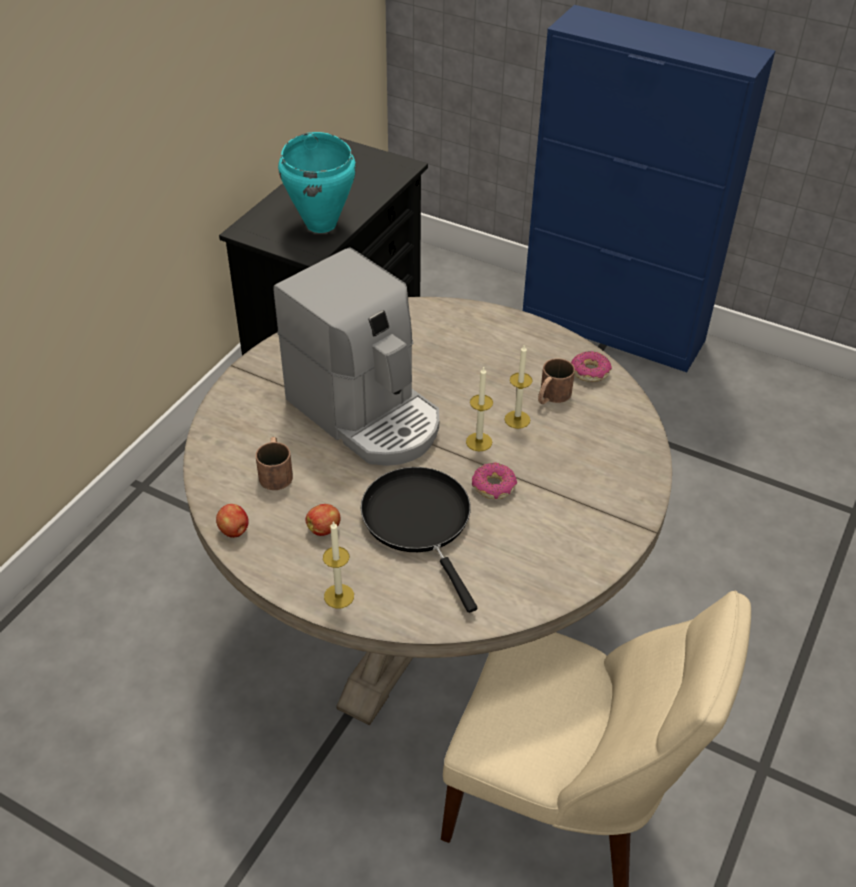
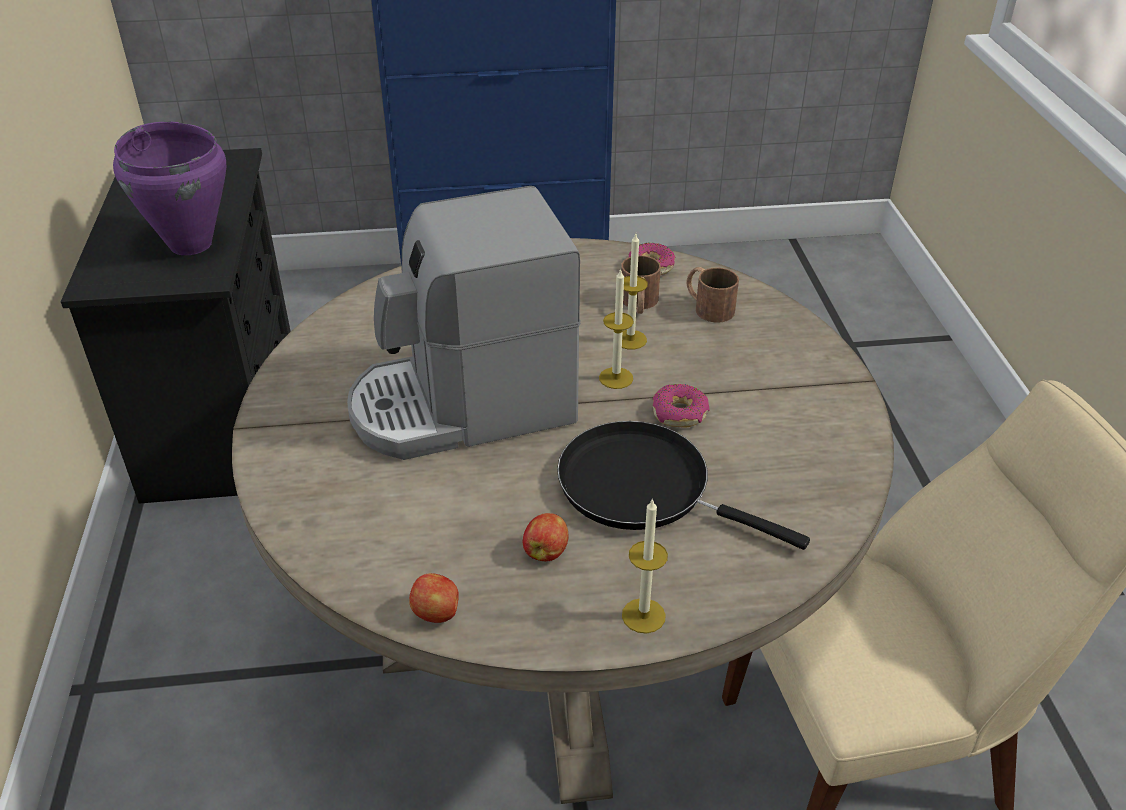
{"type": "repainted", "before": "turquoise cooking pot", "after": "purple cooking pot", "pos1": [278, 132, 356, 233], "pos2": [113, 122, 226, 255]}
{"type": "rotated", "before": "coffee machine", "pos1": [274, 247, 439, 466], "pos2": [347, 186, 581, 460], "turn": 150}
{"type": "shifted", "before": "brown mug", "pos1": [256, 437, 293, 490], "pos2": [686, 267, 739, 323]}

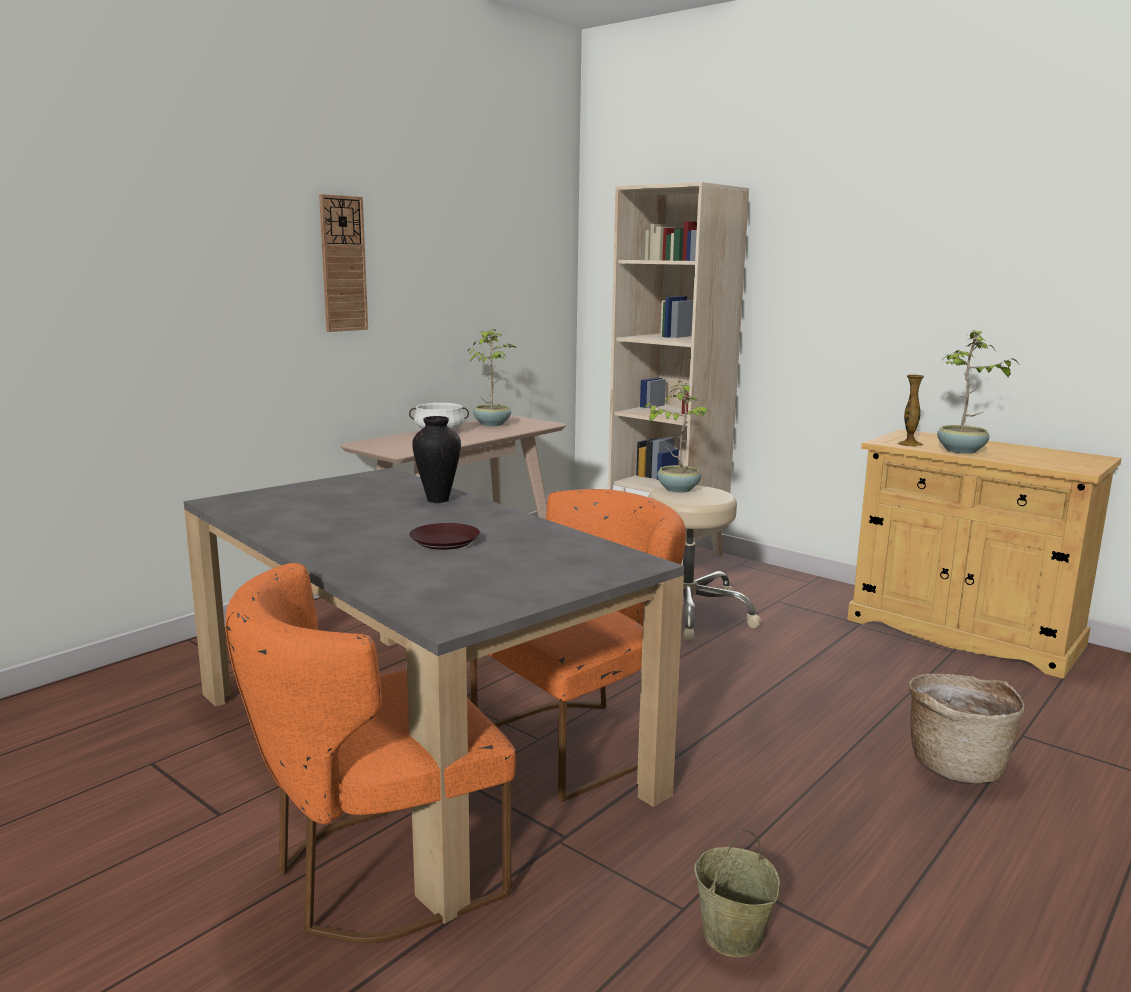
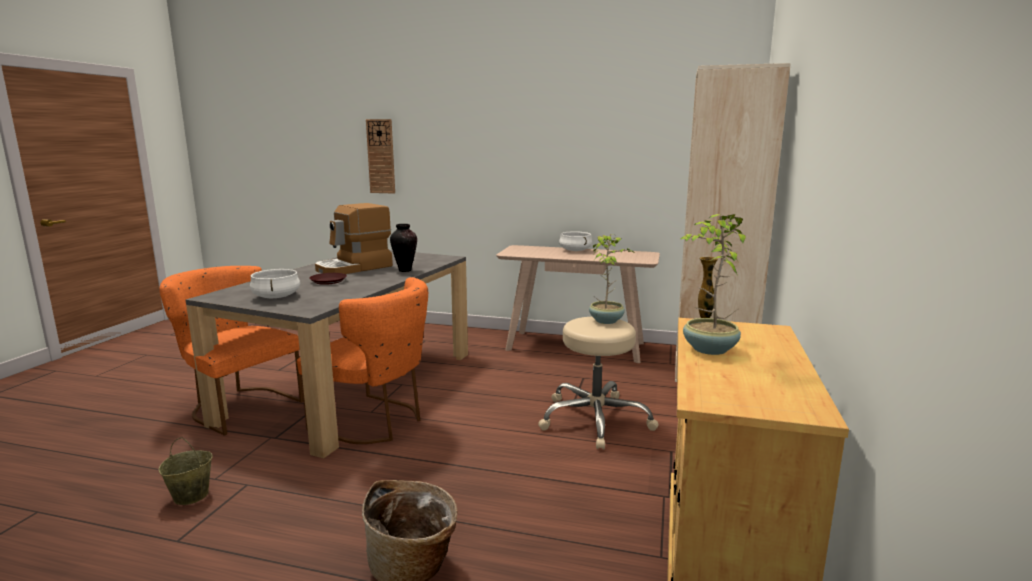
{"type": "new", "after": "white cooking pot", "pos2": [250, 269, 300, 298]}
{"type": "new", "after": "coffee machine", "pos2": [315, 203, 393, 274]}
{"type": "shifted", "before": "wall clock", "pos1": [319, 194, 368, 332], "pos2": [366, 119, 395, 194]}
{"type": "gone", "before": "potted plant", "pos1": [468, 329, 517, 426]}

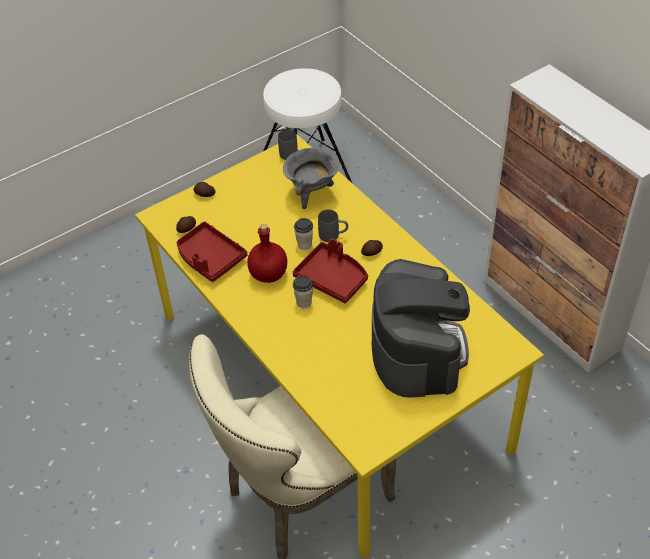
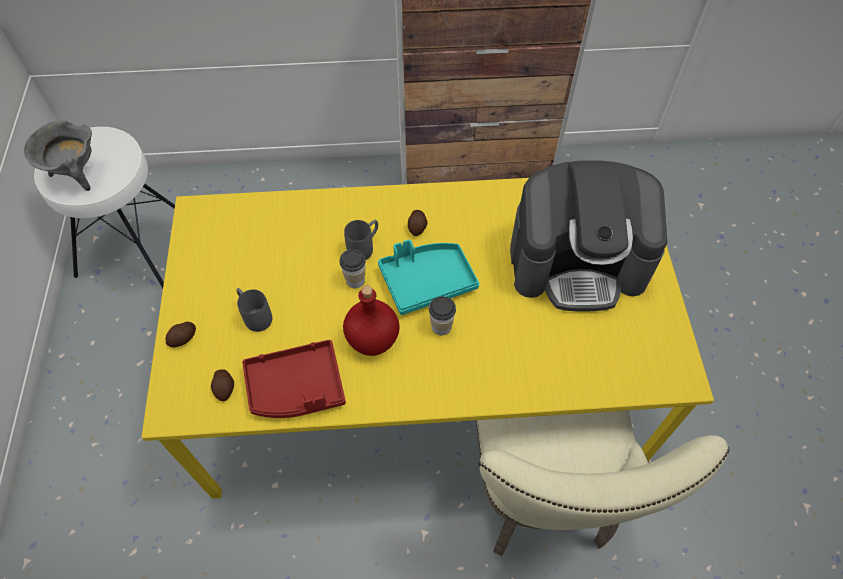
{"type": "shifted", "before": "grey cooking pot", "pos1": [283, 148, 338, 209], "pos2": [24, 120, 92, 191]}
{"type": "shifted", "before": "grey mug", "pos1": [278, 128, 298, 160], "pos2": [236, 288, 272, 332]}
{"type": "repainted", "before": "red tray", "after": "turquoise tray", "pos1": [293, 238, 368, 303], "pos2": [378, 239, 479, 315]}
{"type": "rotated", "before": "coffee machine", "pos1": [372, 259, 470, 398], "pos2": [510, 161, 667, 312], "turn": 150}

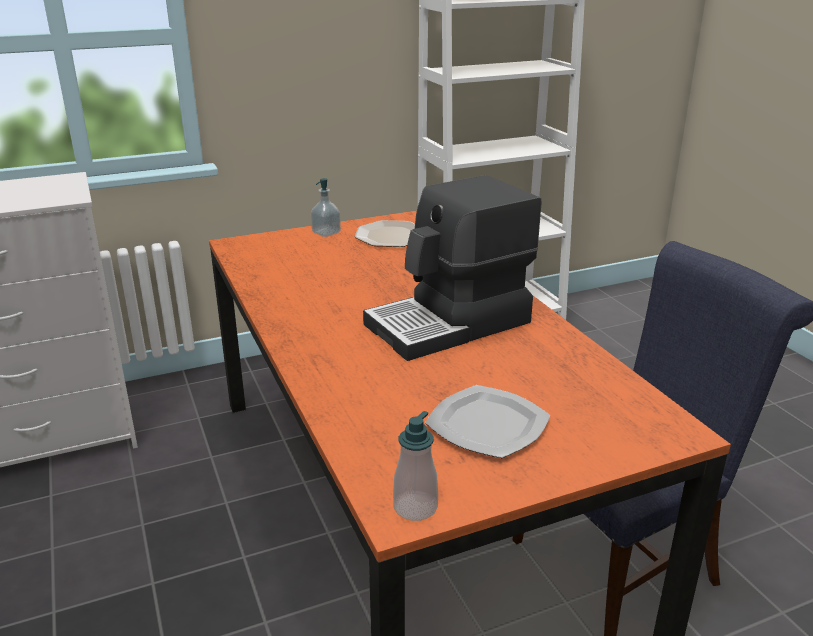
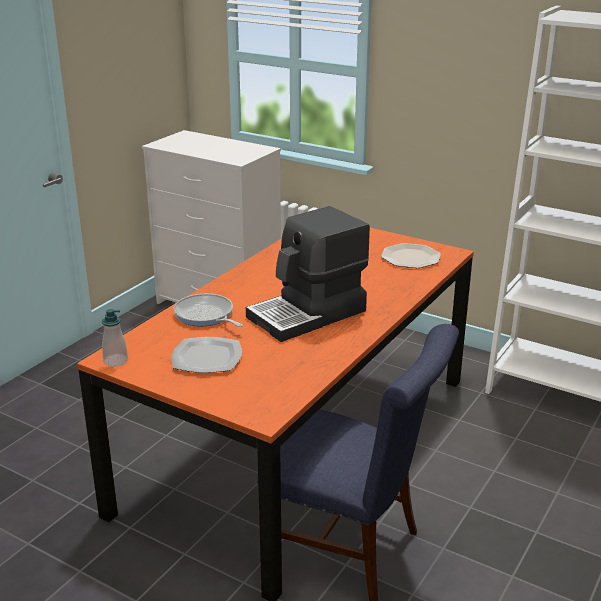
{"type": "new", "after": "frying pan", "pos2": [173, 294, 243, 327]}
{"type": "rotated", "before": "coffee machine", "pos1": [363, 175, 541, 361], "pos2": [246, 206, 370, 342], "turn": -60}
{"type": "gone", "before": "soap dispenser", "pos1": [311, 178, 341, 237]}

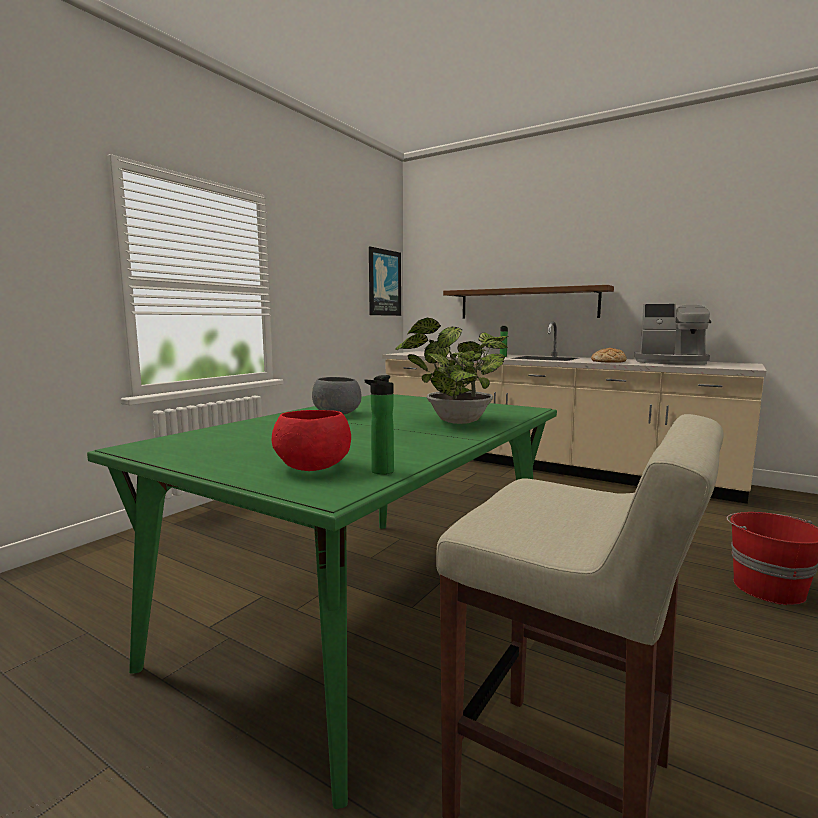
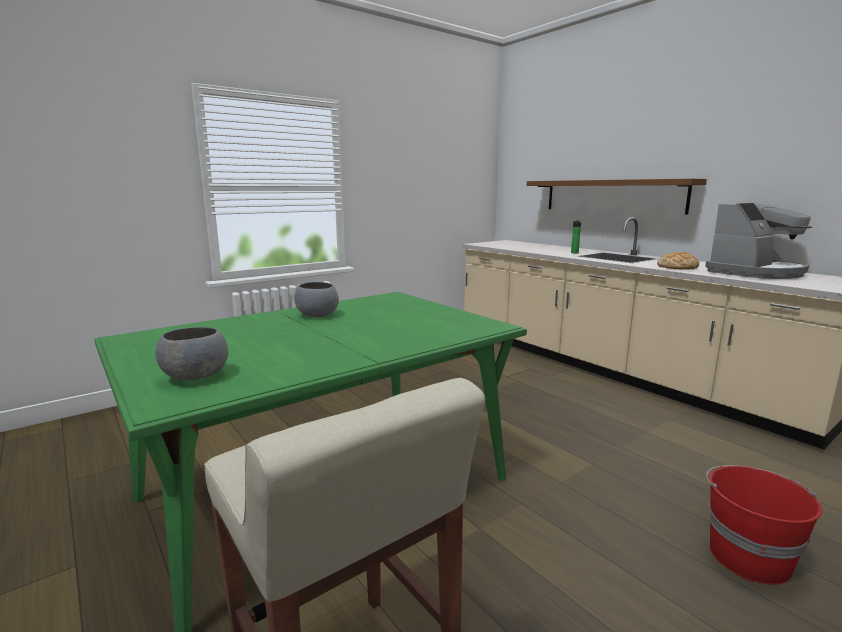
{"type": "repainted", "before": "red bowl", "after": "grey bowl", "pos1": [272, 410, 351, 471], "pos2": [156, 327, 228, 381]}
{"type": "rotated", "before": "coffee machine", "pos1": [634, 304, 711, 365], "pos2": [705, 203, 812, 279], "turn": -75}
{"type": "gone", "before": "bottle", "pos1": [365, 375, 394, 475]}
{"type": "gone", "before": "picture", "pos1": [369, 247, 401, 316]}
{"type": "gone", "before": "potted plant", "pos1": [395, 318, 508, 424]}

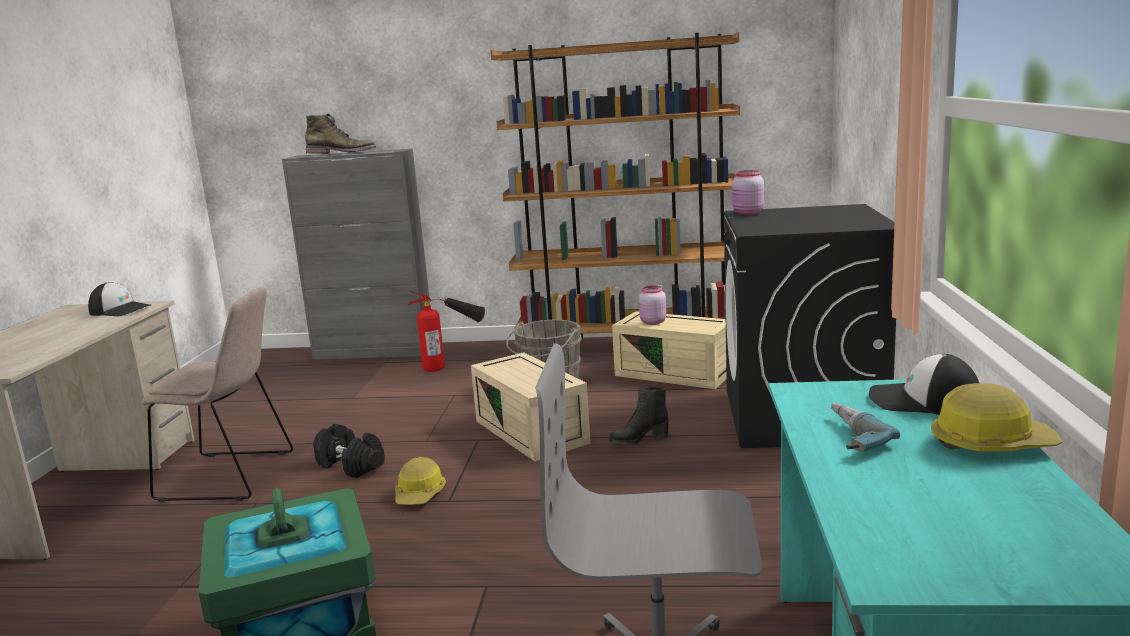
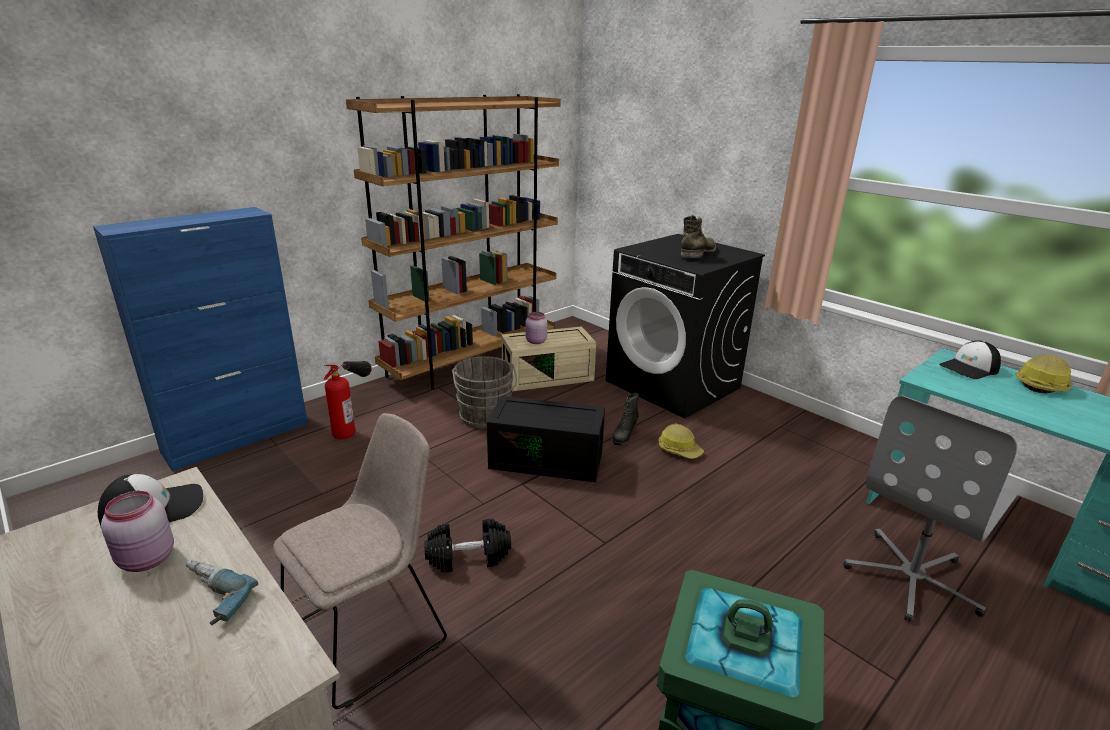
{"type": "repainted", "before": "grey cabinet", "after": "blue cabinet", "pos1": [282, 149, 430, 360], "pos2": [93, 207, 308, 471]}
{"type": "shifted", "before": "pink jar", "pos1": [732, 170, 764, 215], "pos2": [101, 491, 174, 572]}
{"type": "shifted", "before": "power drill", "pos1": [831, 403, 900, 452], "pos2": [186, 560, 258, 626]}
{"type": "repainted", "before": "beige storage box", "after": "black storage box", "pos1": [471, 352, 591, 461], "pos2": [487, 396, 605, 482]}
{"type": "shifted", "before": "hard hat", "pos1": [395, 457, 446, 505], "pos2": [658, 424, 704, 459]}
{"type": "shifted", "before": "green boot", "pos1": [305, 113, 376, 154], "pos2": [681, 215, 716, 258]}

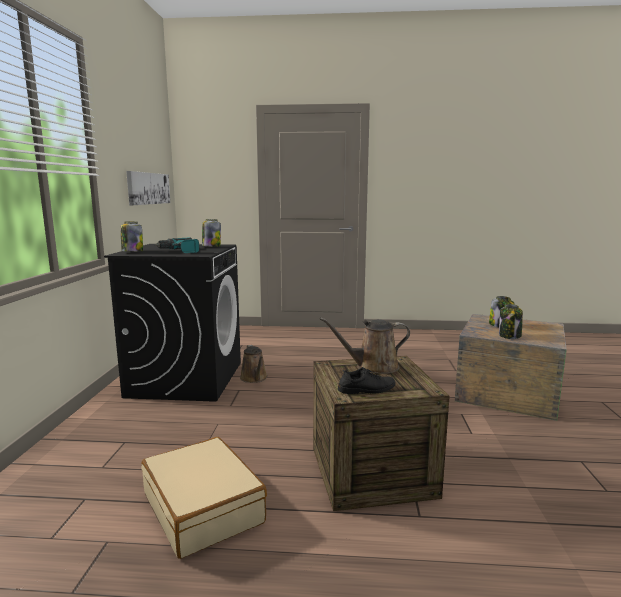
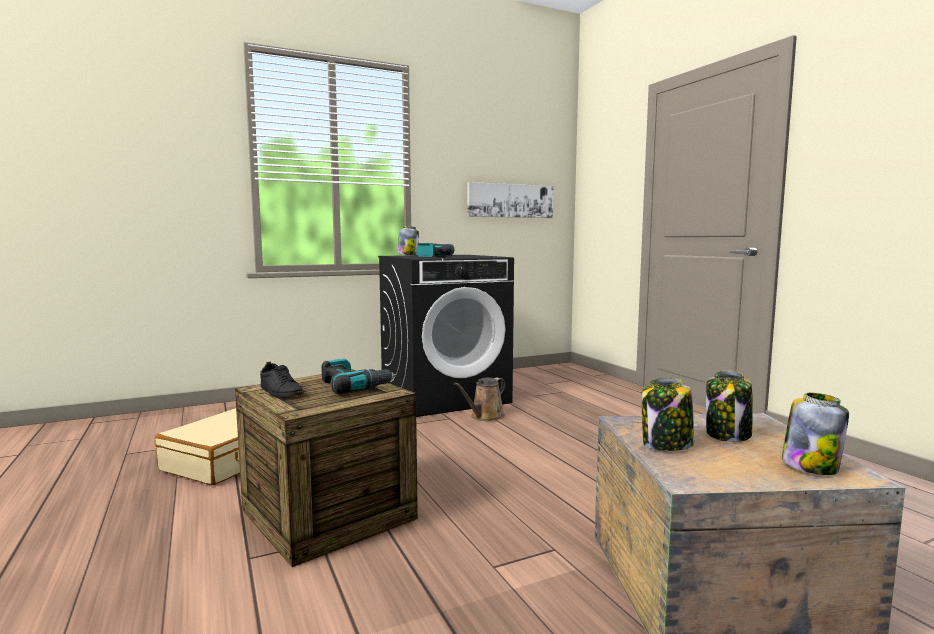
{"type": "swapped", "before": "brown watering can", "after": "power drill", "pos1": [320, 317, 410, 374], "pos2": [322, 359, 397, 394]}
{"type": "shifted", "before": "jar", "pos1": [202, 219, 221, 247], "pos2": [782, 393, 849, 475]}

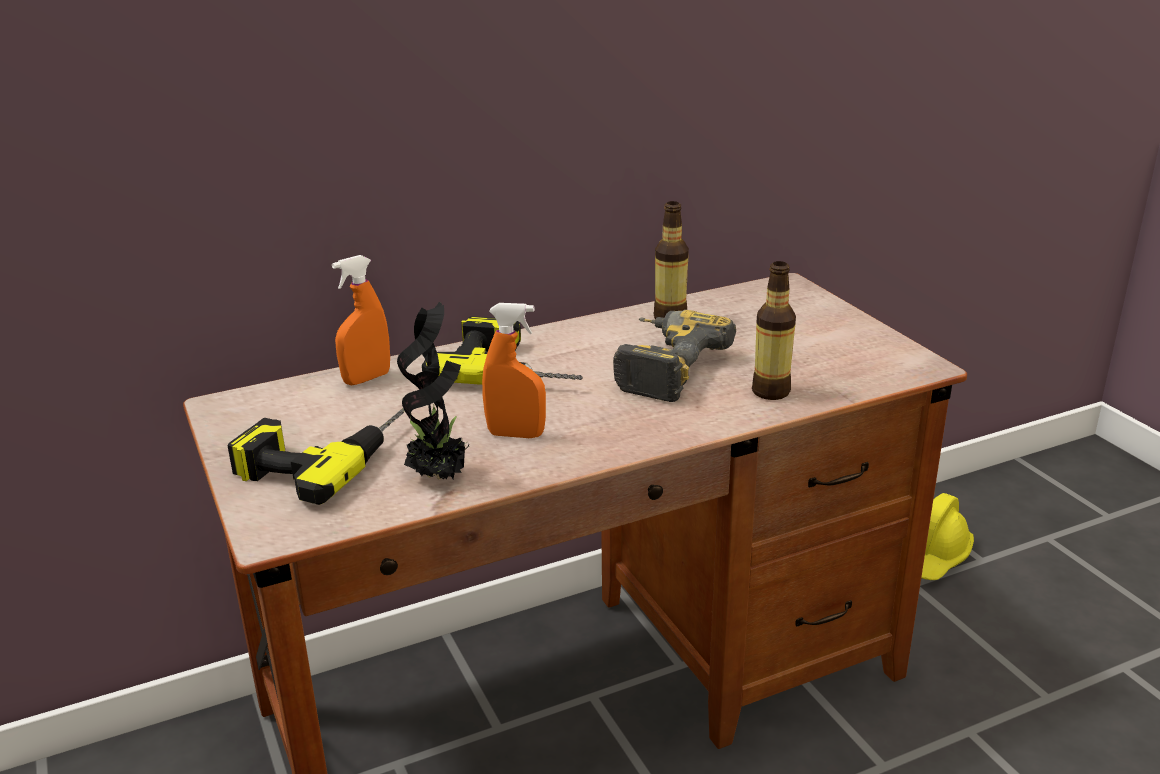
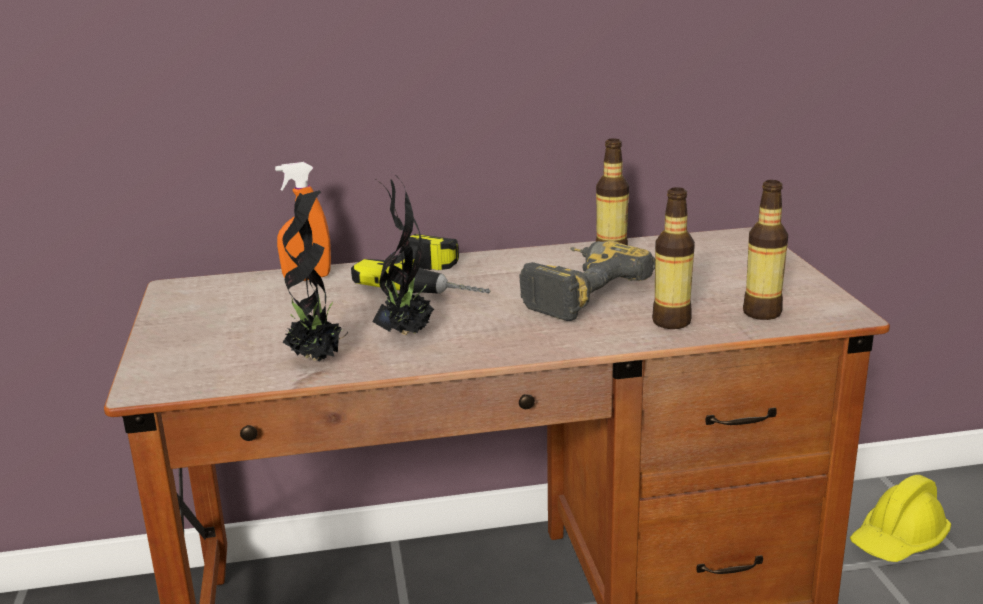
{"type": "swapped", "before": "orange spray bottle", "after": "potted plant", "pos1": [482, 303, 546, 438], "pos2": [372, 173, 434, 335]}
{"type": "new", "after": "bottle", "pos2": [743, 180, 788, 320]}
{"type": "gone", "before": "power drill", "pos1": [227, 408, 405, 505]}

